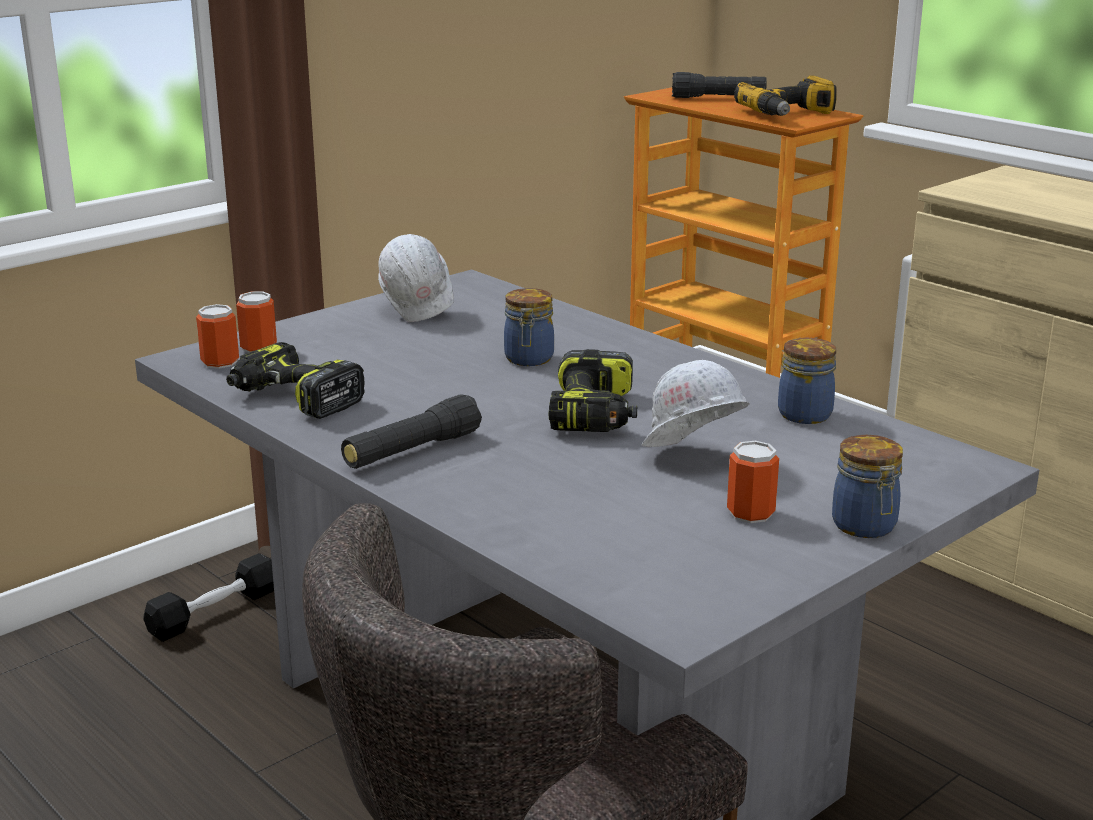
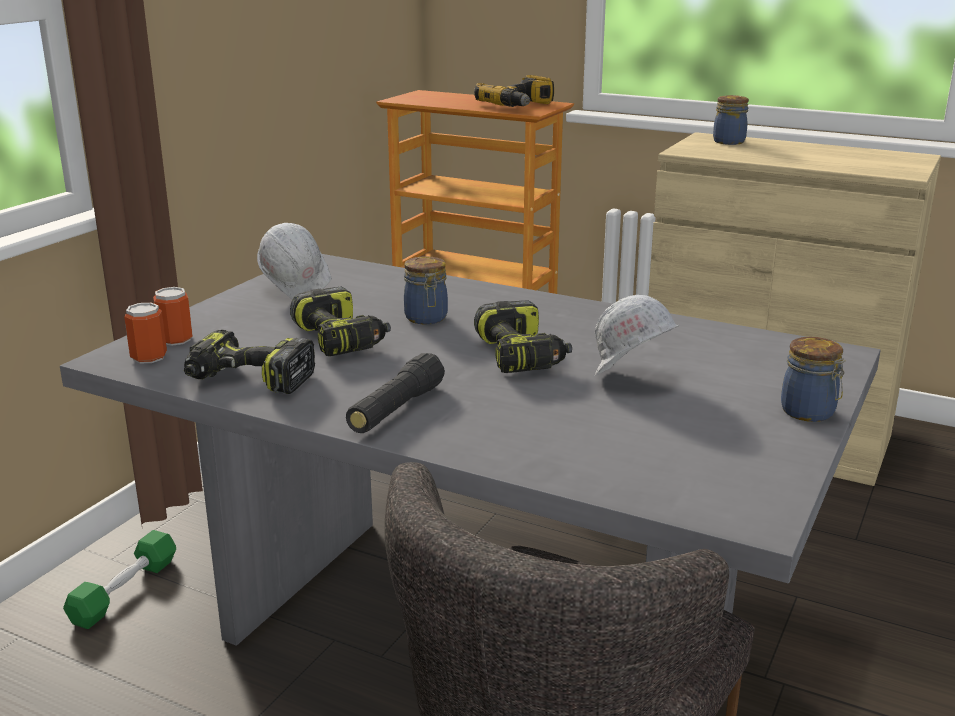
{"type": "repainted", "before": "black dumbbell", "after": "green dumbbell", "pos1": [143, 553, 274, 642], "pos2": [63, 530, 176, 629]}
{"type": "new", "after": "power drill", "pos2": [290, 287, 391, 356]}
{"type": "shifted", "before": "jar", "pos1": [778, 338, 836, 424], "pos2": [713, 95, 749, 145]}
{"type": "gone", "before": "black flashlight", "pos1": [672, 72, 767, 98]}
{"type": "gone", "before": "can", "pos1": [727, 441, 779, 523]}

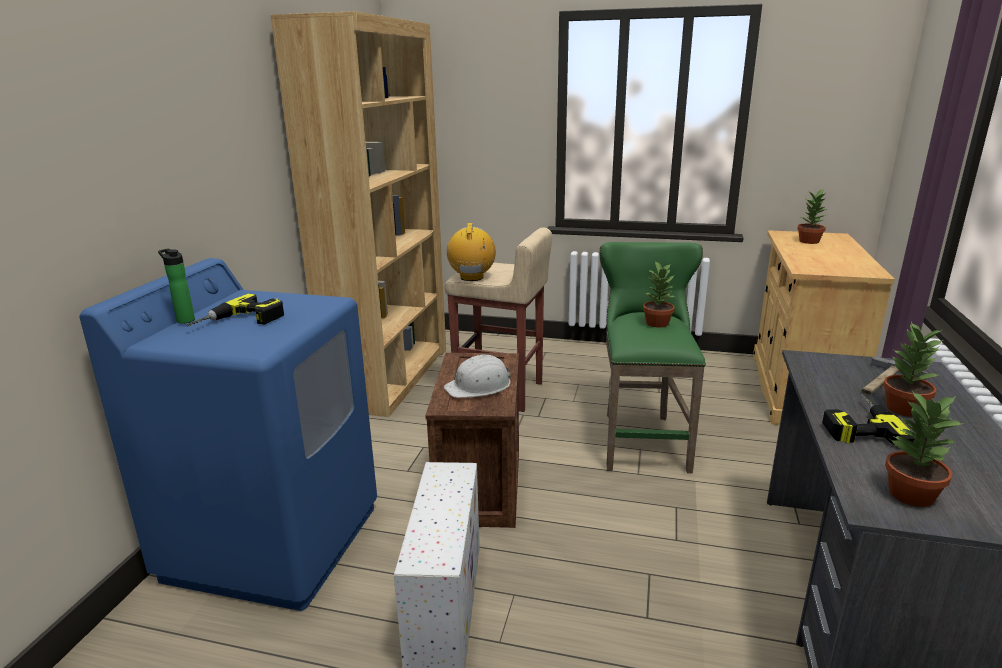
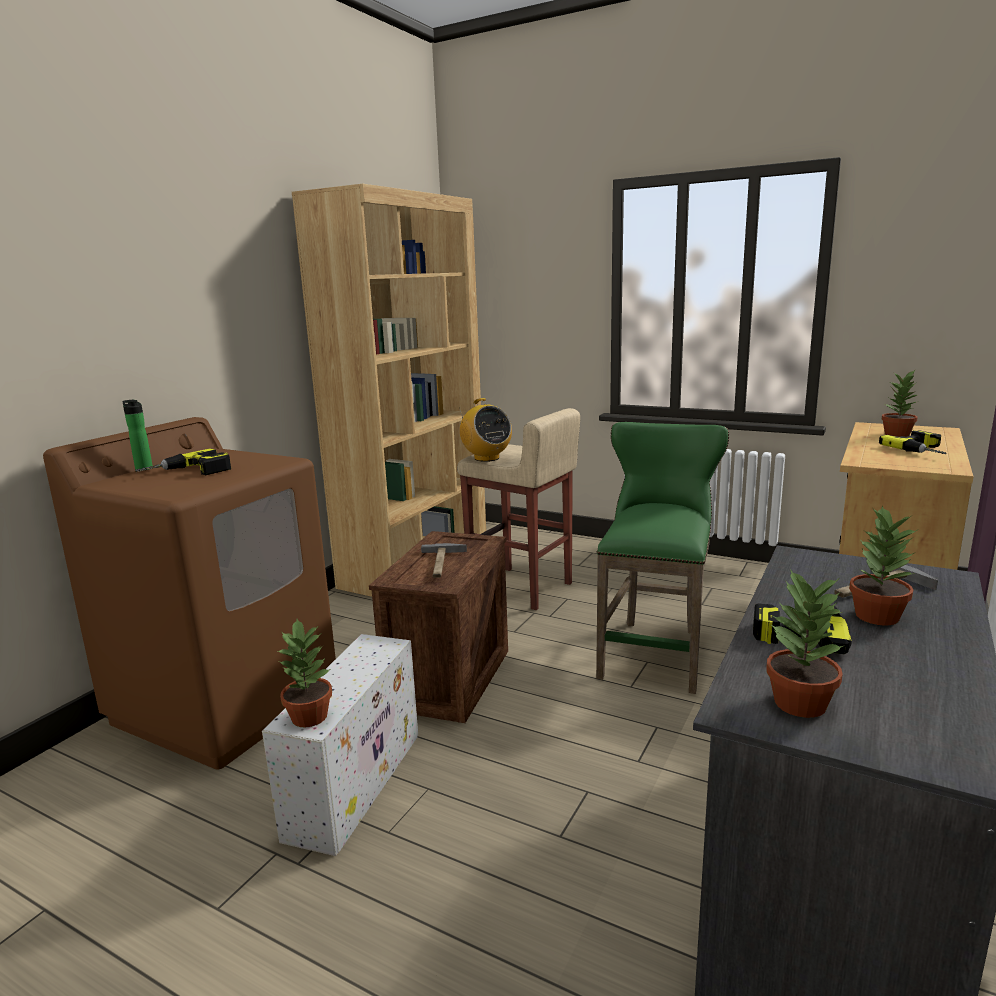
{"type": "repainted", "before": "blue washing machine", "after": "brown washing machine", "pos1": [79, 258, 377, 611], "pos2": [43, 417, 336, 769]}
{"type": "shifted", "before": "potted plant", "pos1": [643, 261, 675, 328], "pos2": [277, 619, 332, 727]}
{"type": "swapped", "before": "white hard hat", "after": "hammer", "pos1": [444, 354, 511, 398], "pos2": [421, 543, 467, 578]}
{"type": "rotated", "before": "radio", "pos1": [447, 223, 496, 281], "pos2": [459, 398, 512, 462], "turn": 135}
{"type": "new", "after": "power drill", "pos2": [879, 430, 946, 454]}

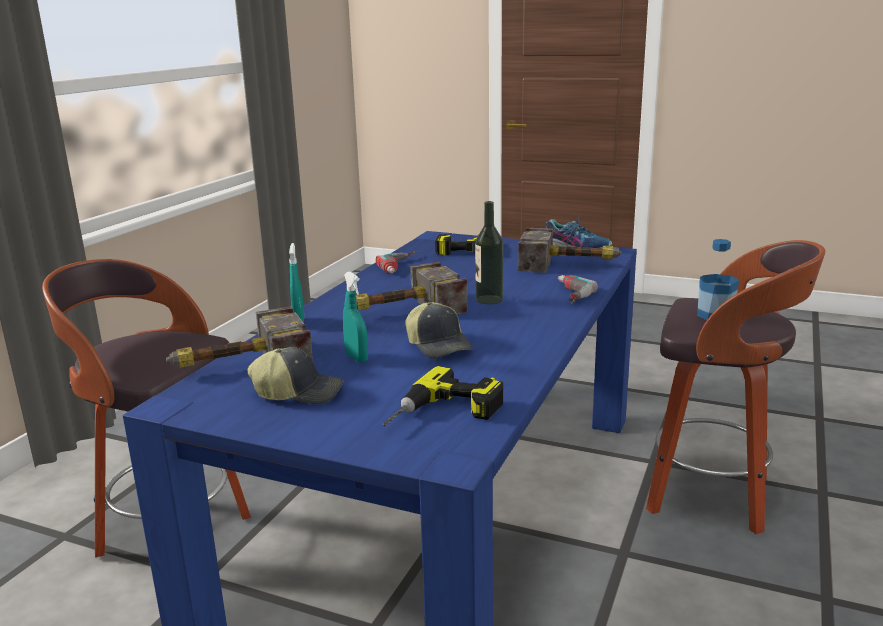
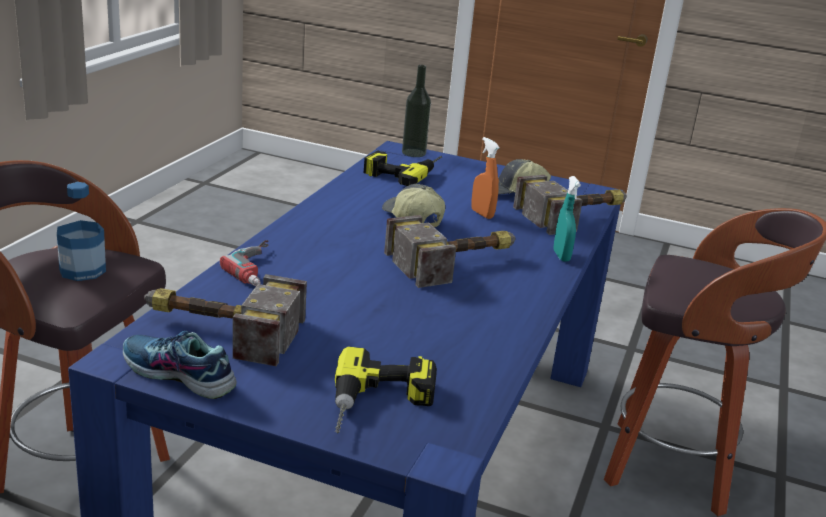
{"type": "shifted", "before": "bottle", "pos1": [475, 201, 503, 304], "pos2": [402, 65, 431, 157]}
{"type": "repainted", "before": "turquoise spray bottle", "after": "orange spray bottle", "pos1": [343, 272, 368, 362], "pos2": [471, 137, 499, 219]}
{"type": "gone", "before": "power drill", "pos1": [376, 251, 418, 273]}

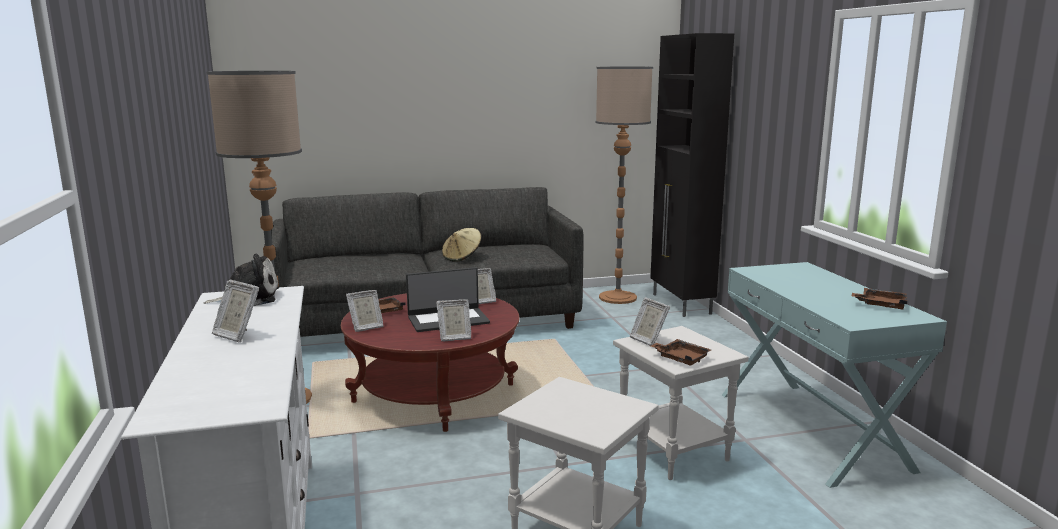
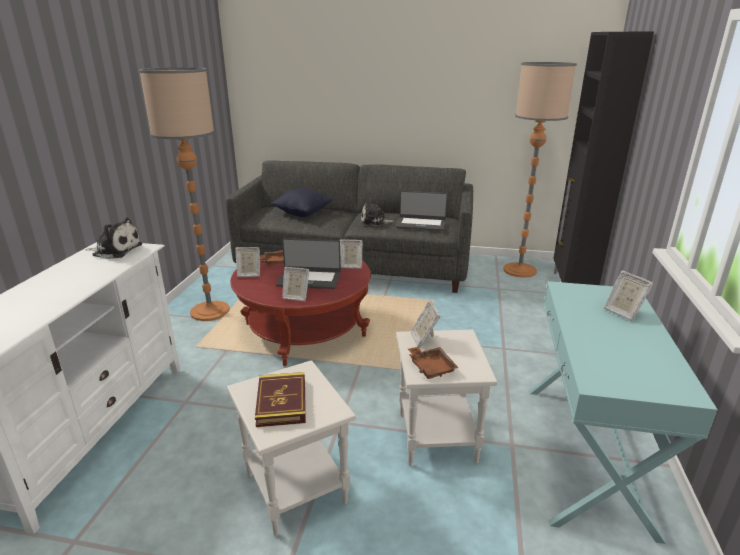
{"type": "new", "after": "book", "pos2": [255, 372, 306, 427]}
{"type": "new", "after": "black pillow", "pos2": [271, 188, 333, 217]}
{"type": "swapped", "before": "beige hat", "after": "plush toy", "pos1": [442, 228, 481, 262], "pos2": [361, 198, 394, 226]}
{"type": "new", "after": "laptop", "pos2": [396, 191, 448, 231]}
{"type": "shifted", "before": "picture frame", "pos1": [212, 280, 259, 343], "pos2": [604, 270, 653, 321]}
{"type": "gone", "before": "brown tray", "pos1": [852, 288, 907, 309]}

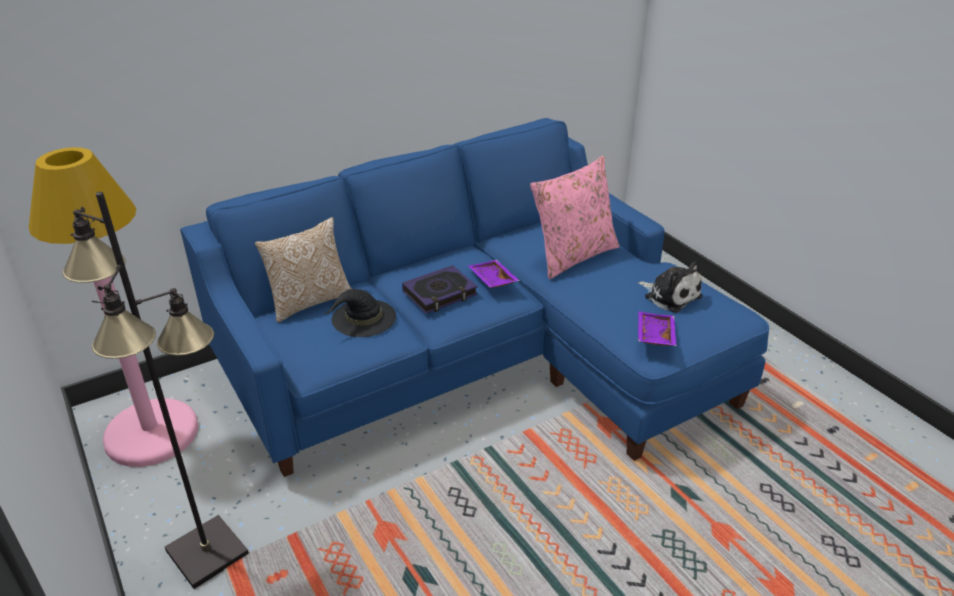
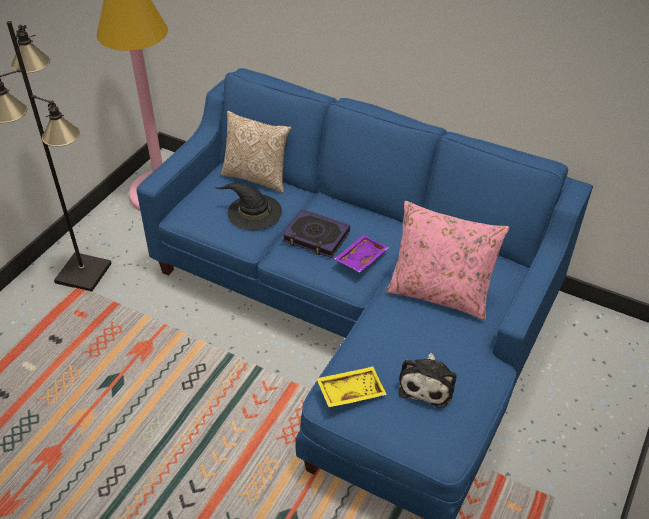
{"type": "repainted", "before": "purple tray", "after": "yellow tray", "pos1": [638, 311, 677, 346], "pos2": [316, 367, 387, 407]}

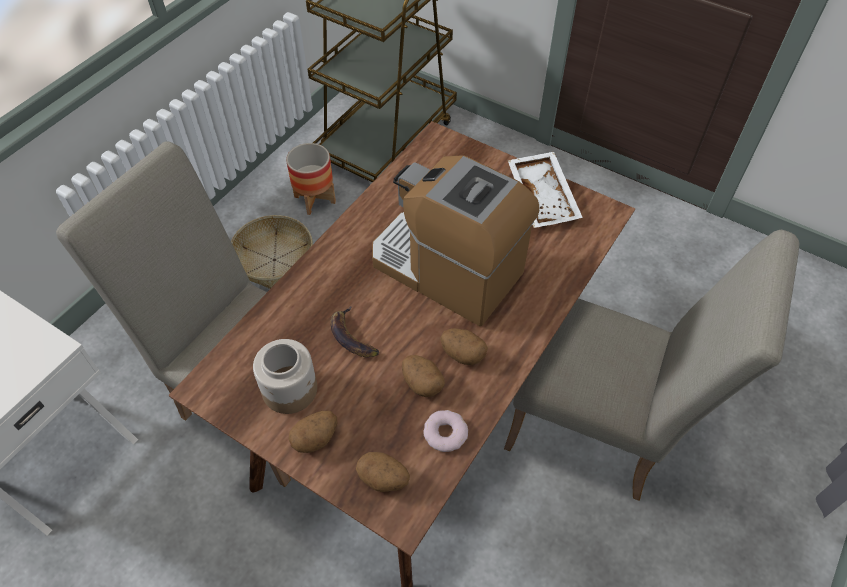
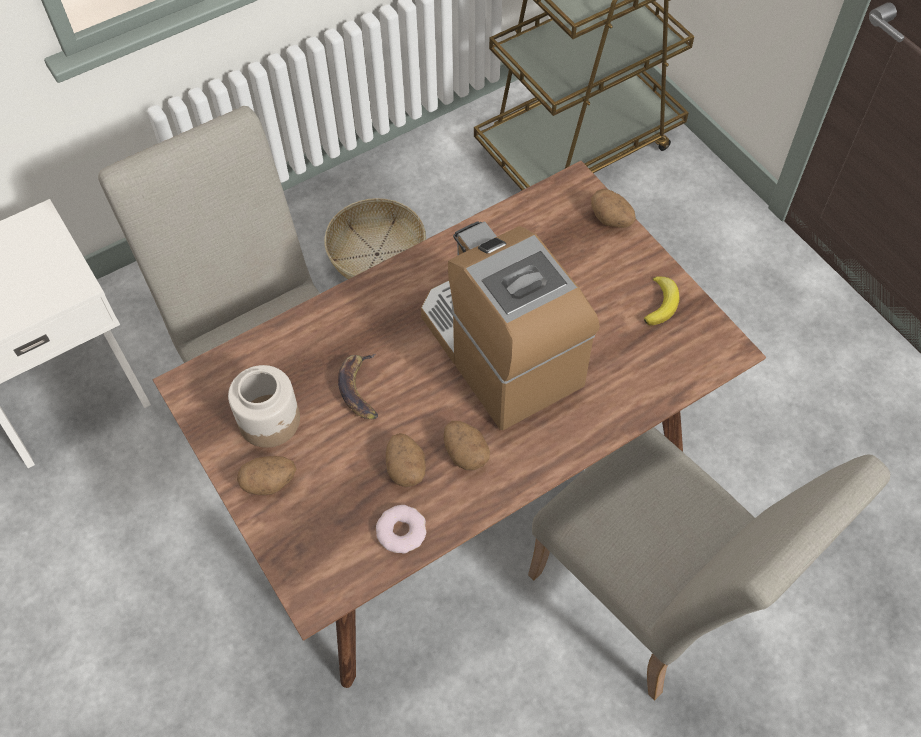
{"type": "shifted", "before": "potato", "pos1": [356, 452, 410, 492], "pos2": [591, 189, 636, 228]}
{"type": "swapped", "before": "white tray", "after": "banana", "pos1": [507, 152, 583, 228], "pos2": [644, 276, 680, 325]}
{"type": "gone", "before": "planter", "pos1": [286, 143, 336, 215]}

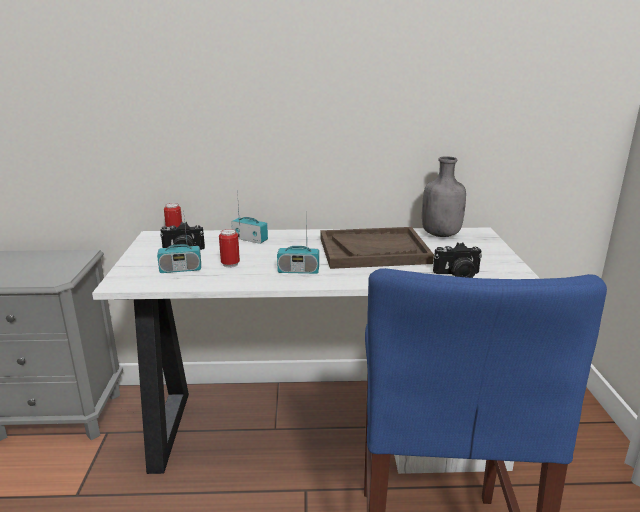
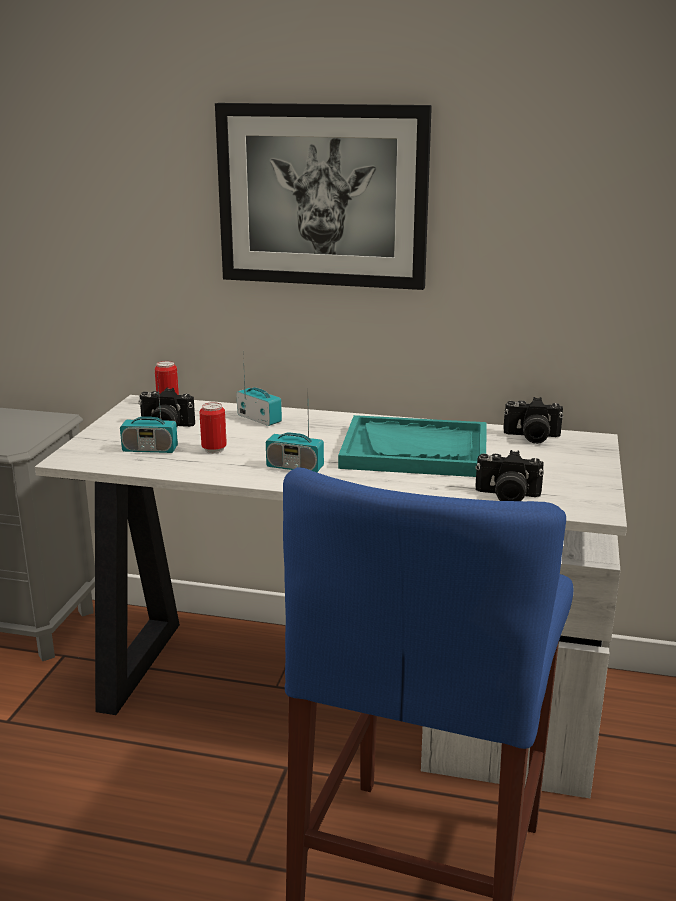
{"type": "new", "after": "picture", "pos2": [215, 103, 432, 290]}
{"type": "repainted", "before": "brown tray", "after": "turquoise tray", "pos1": [321, 227, 434, 269], "pos2": [338, 415, 487, 477]}
{"type": "swapped", "before": "grey bottle", "after": "photo camera", "pos1": [422, 156, 466, 237], "pos2": [503, 397, 563, 444]}

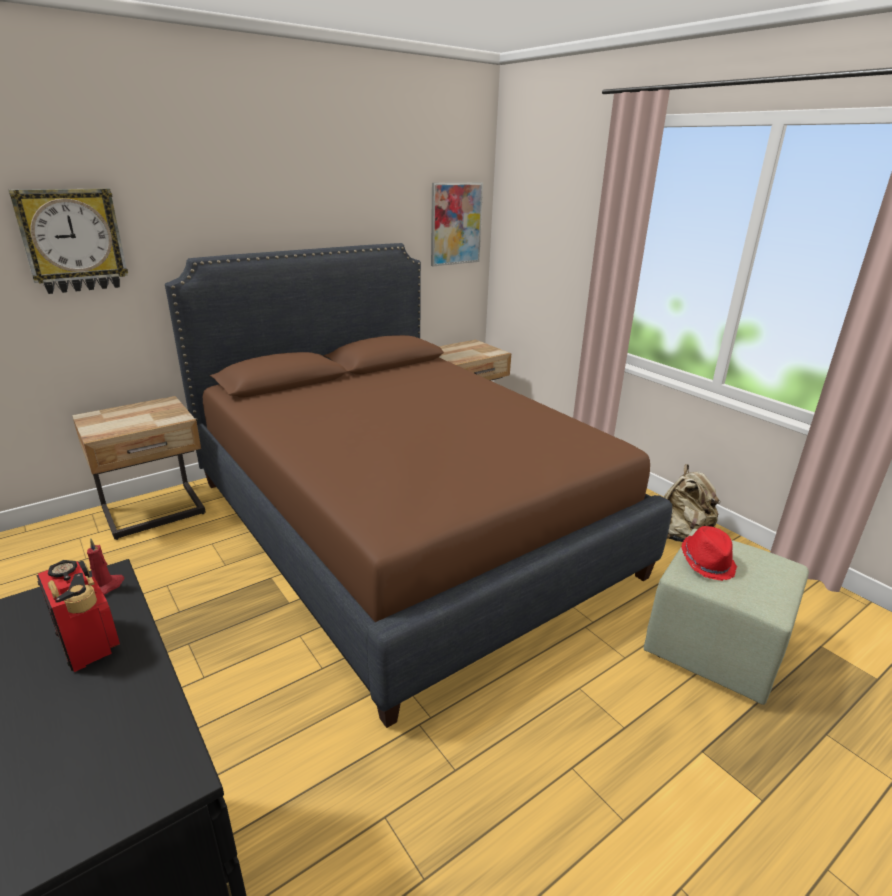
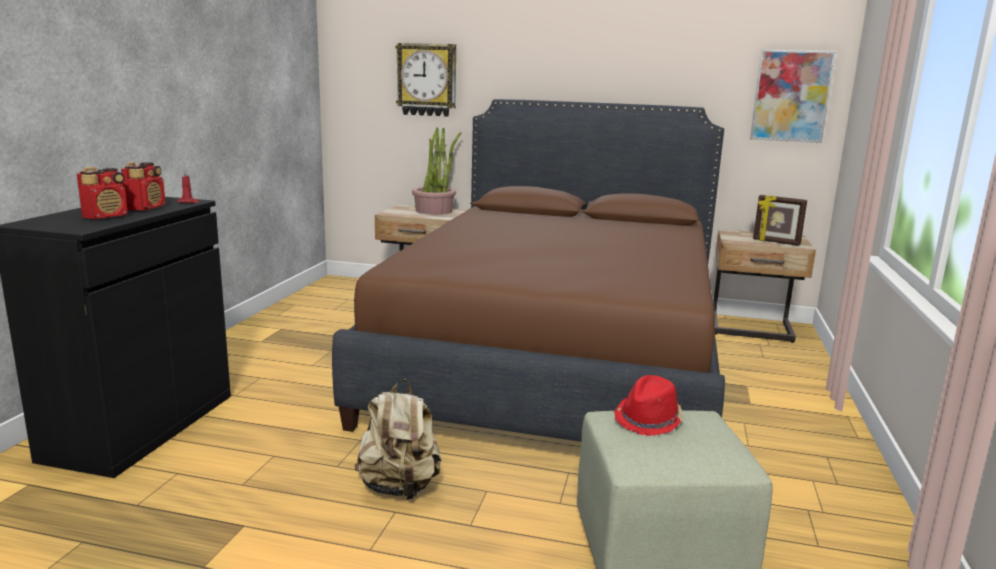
{"type": "new", "after": "radio", "pos2": [77, 167, 127, 219]}
{"type": "shifted", "before": "beige backpack", "pos1": [664, 464, 719, 542], "pos2": [354, 379, 442, 500]}
{"type": "new", "after": "potted plant", "pos2": [412, 127, 461, 215]}
{"type": "new", "after": "picture frame", "pos2": [753, 195, 807, 246]}

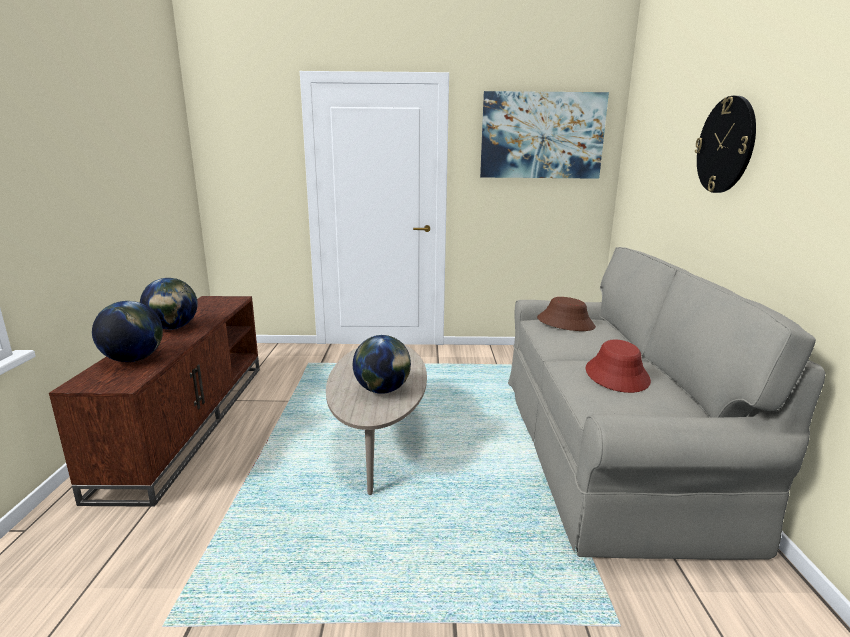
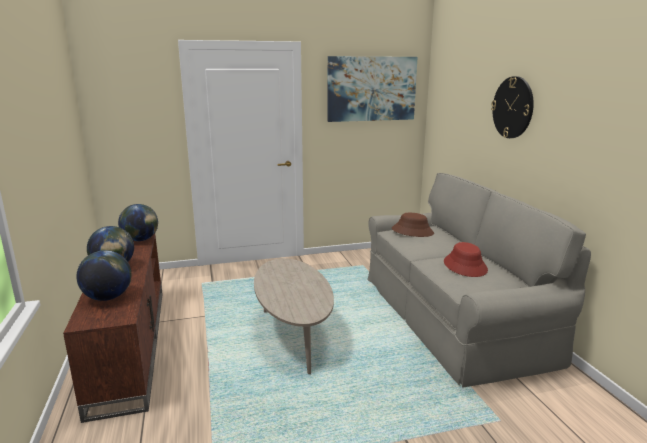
{"type": "shifted", "before": "globe", "pos1": [353, 335, 411, 394], "pos2": [118, 204, 158, 241]}

